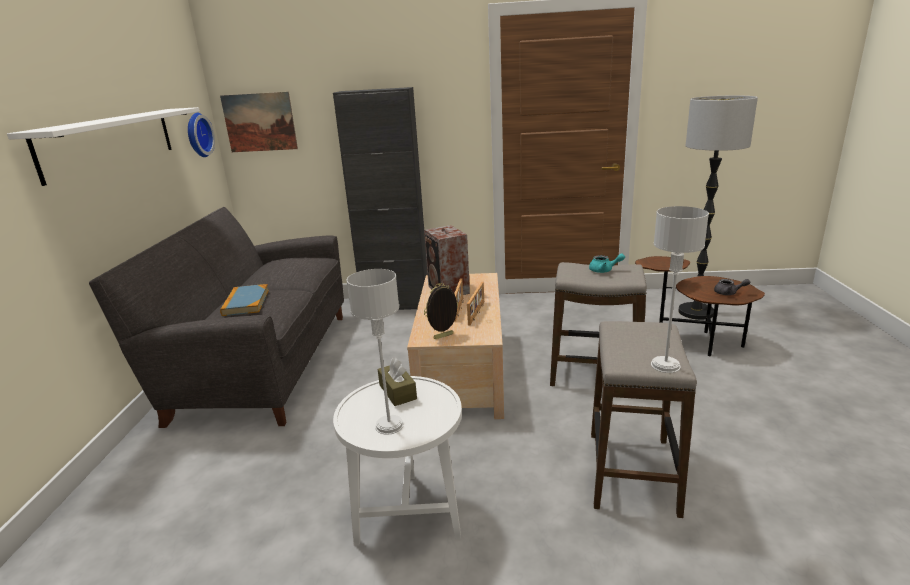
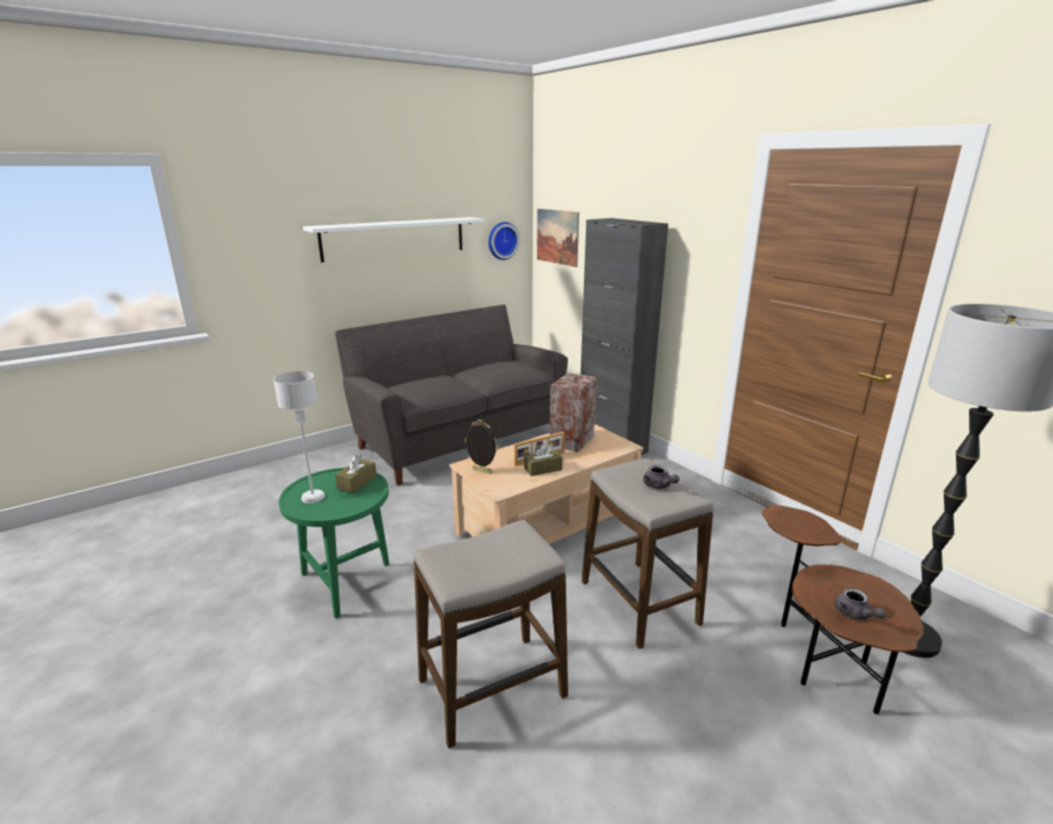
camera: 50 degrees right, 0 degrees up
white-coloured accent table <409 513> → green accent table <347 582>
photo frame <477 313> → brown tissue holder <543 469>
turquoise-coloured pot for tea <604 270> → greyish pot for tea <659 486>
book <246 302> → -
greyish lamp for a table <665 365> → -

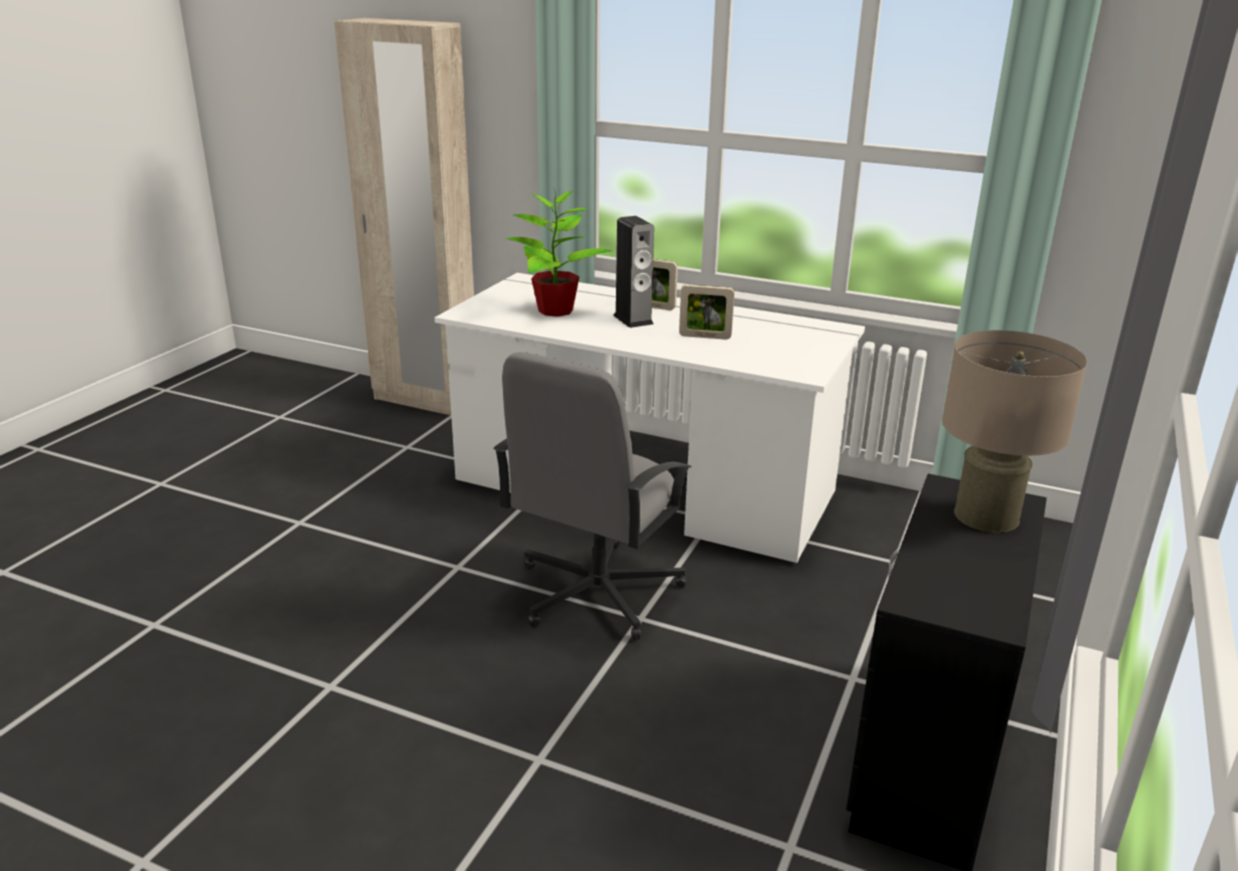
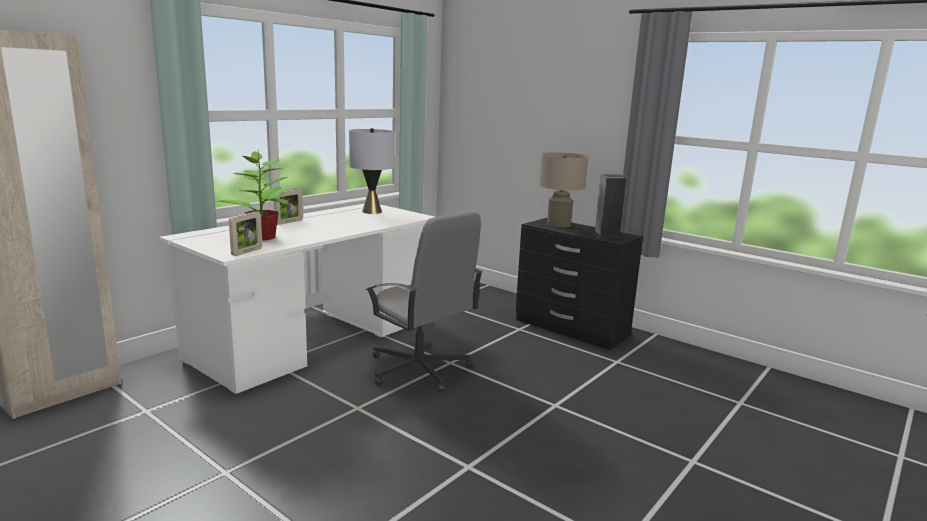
camera: 75 degrees left, 10 degrees down
photo frame <705 337> → photo frame <247 252>, moved
- → greyish lamp for a table <372 211>
loudspeaker <633 319> → loudspeaker <607 235>, moved

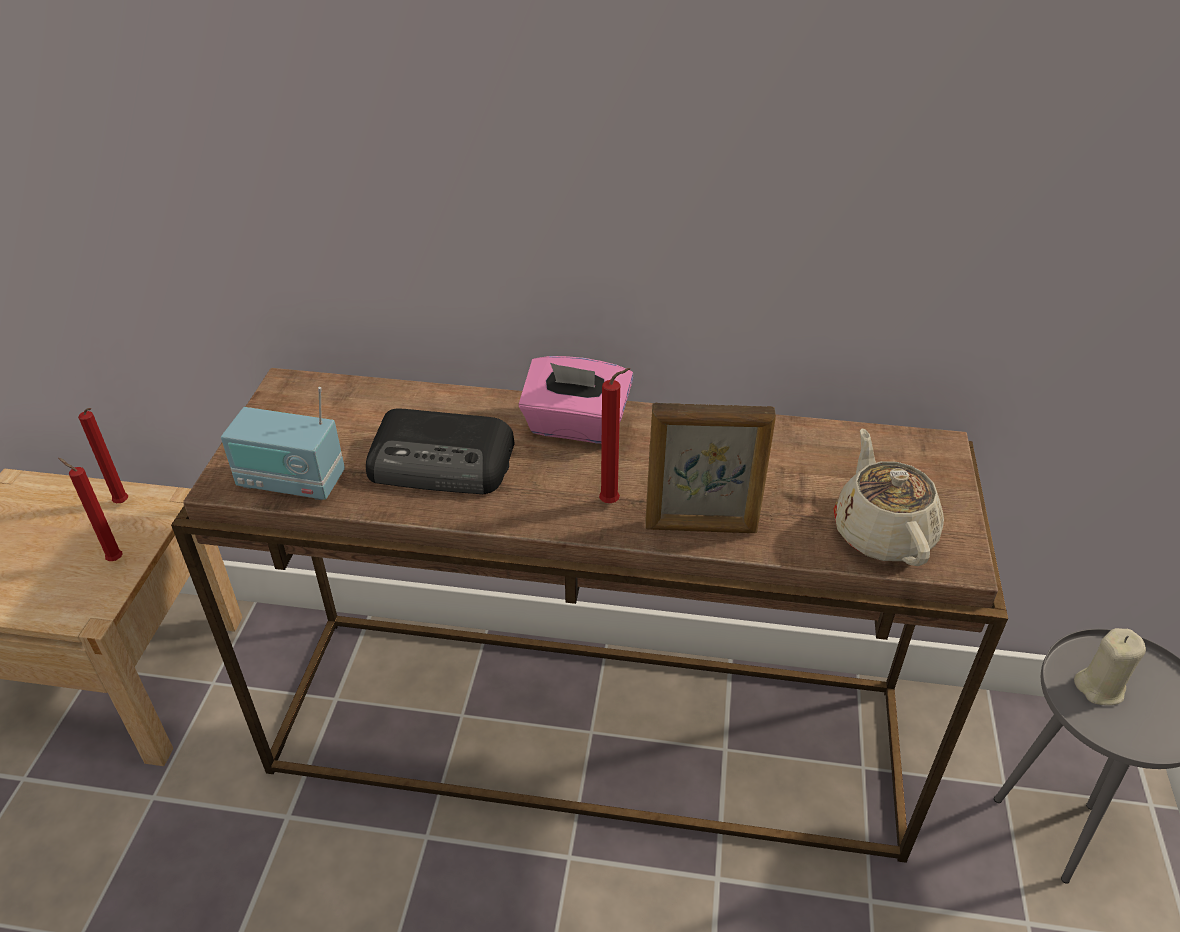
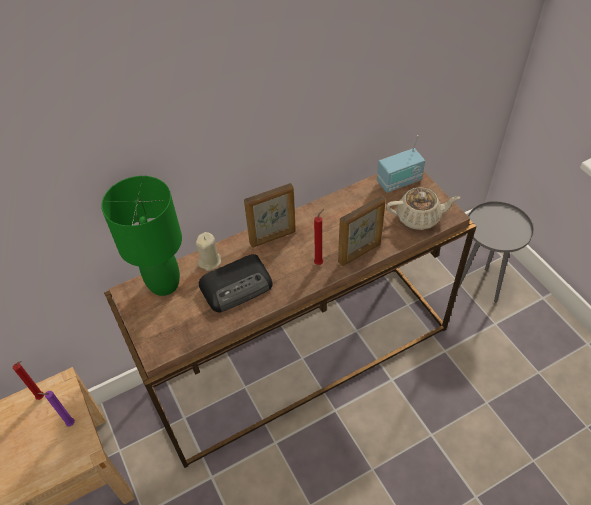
camera: 35 degrees left, 10 degrees up
red wax candle <113 559> → purplish wax candle <69 424>
- → green lamp for a table <164 284>
sand-coloured wax candle <1099 687> → sand-coloured wax candle <210 261>, moved
pinkish tissue holder <576 426> → photo frame <273 238>
radio <291 482> → radio <399 182>, moved
sand-coloured pot for tea <882 532> → sand-coloured pot for tea <419 218>, 135 degrees clockwise

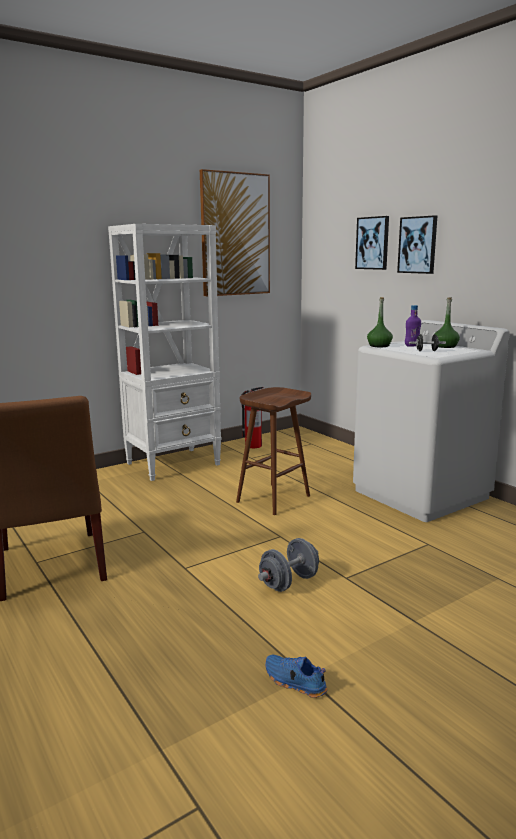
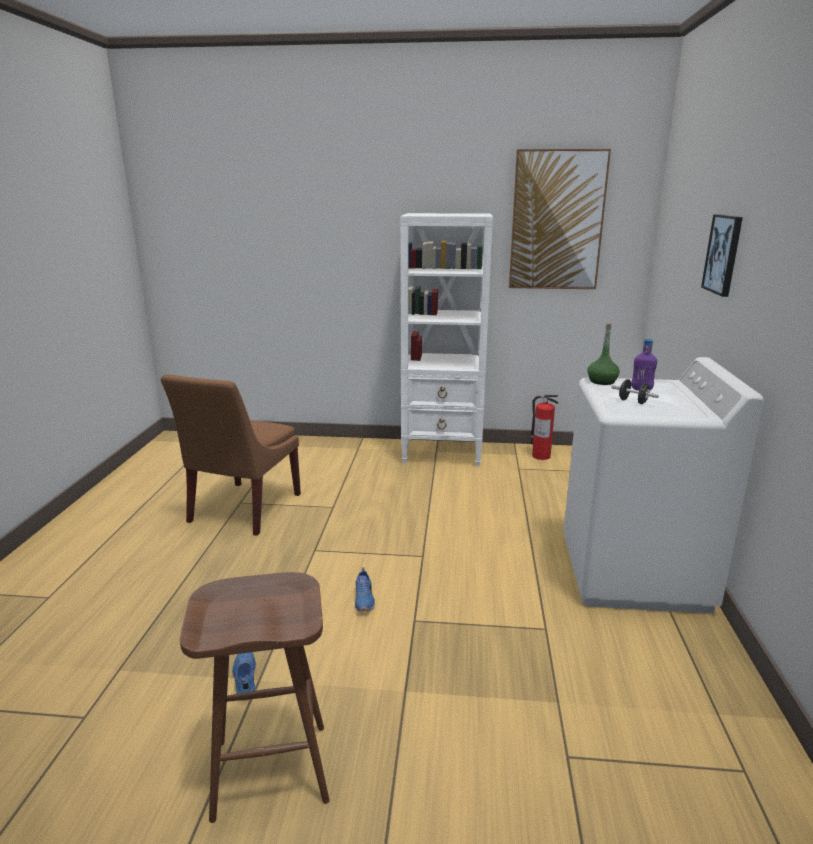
camera: 40 degrees right, 5 degrees up
brown stool seat <273 498> → brown stool seat <273 769>, moved
greyish free weight <289 582> → blue item of footwear <364 600>
wall art <373 243> → -
green beverage bottle <445 346> → -

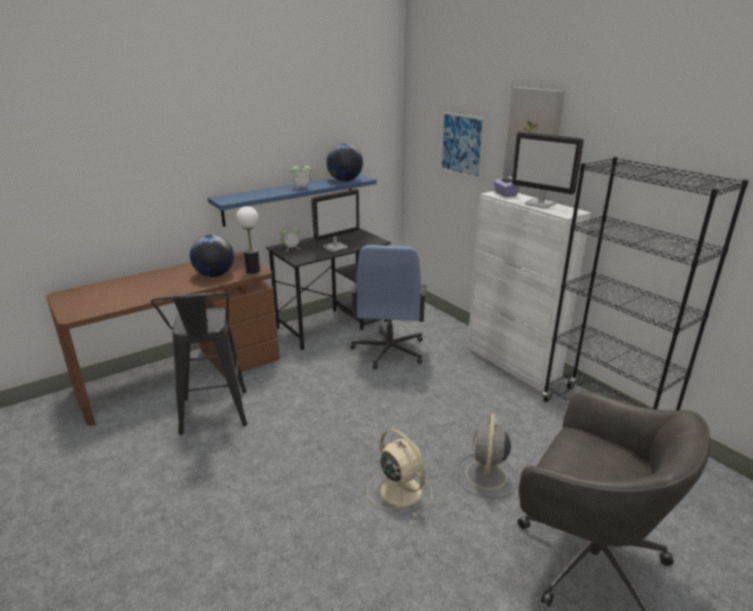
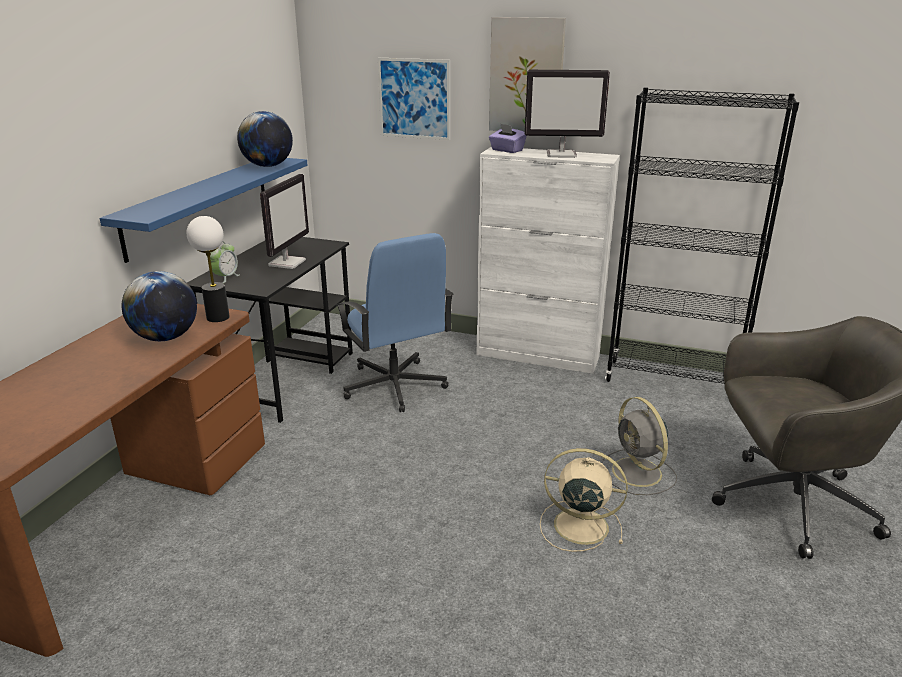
camera: 35 degrees left, 0 degrees up
black stool seat <213 417> → -
bedside clock <302 188> → -

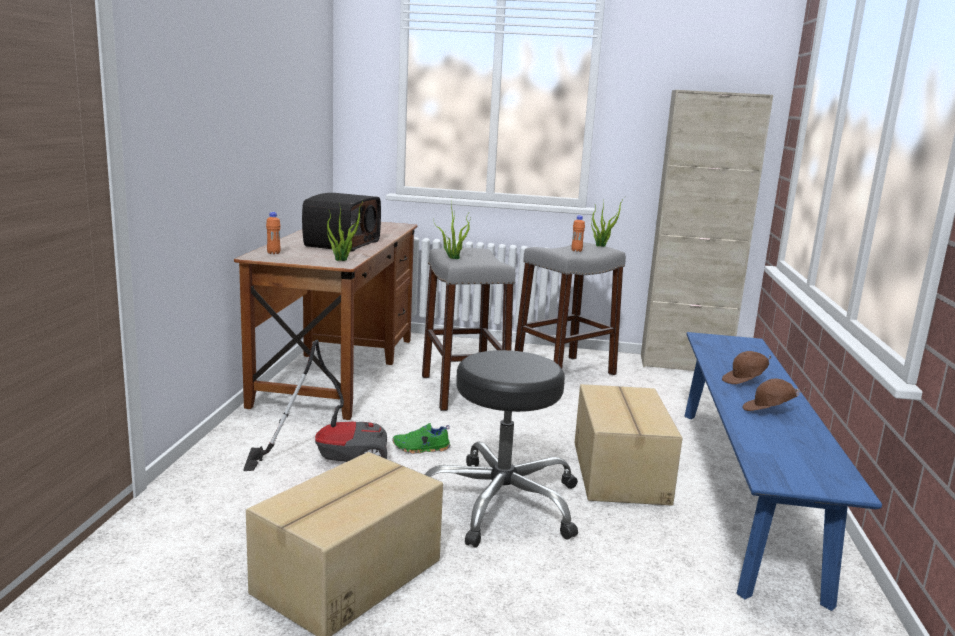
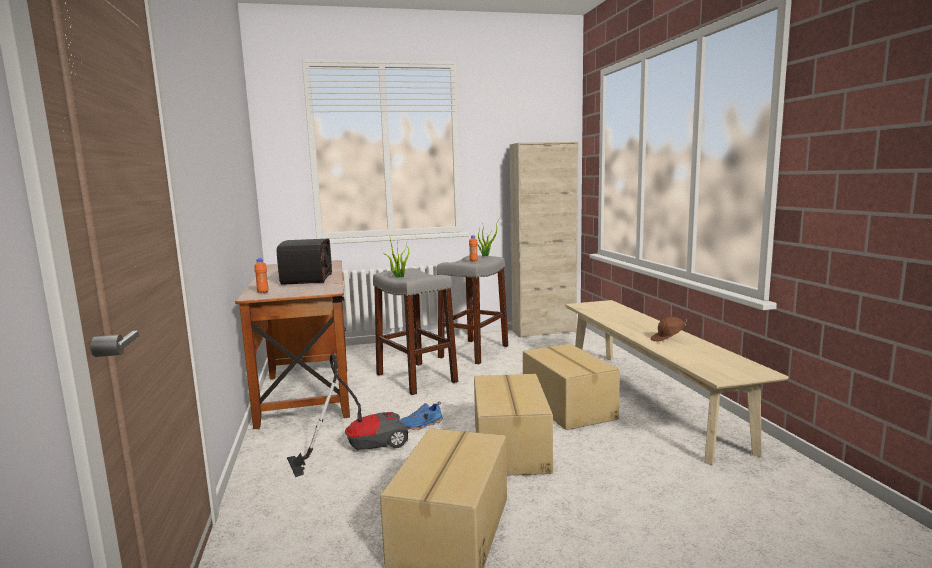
camera: 20 degrees left, 5 degrees down
green item of footwear <421 449> → blue item of footwear <422 425>
black stool seat <501 503> → carton <512 447>
blue indoor bench <743 490> → sand-coloured indoor bench <648 399>
houseplant <343 260> → -
brown peaked cap <745 381> → -

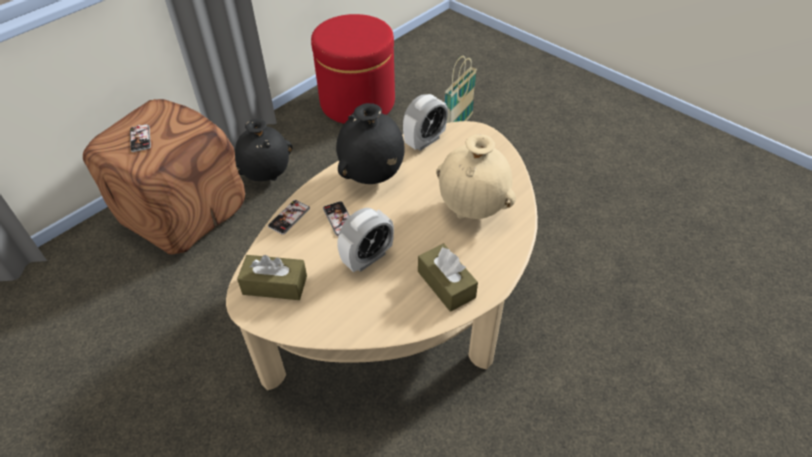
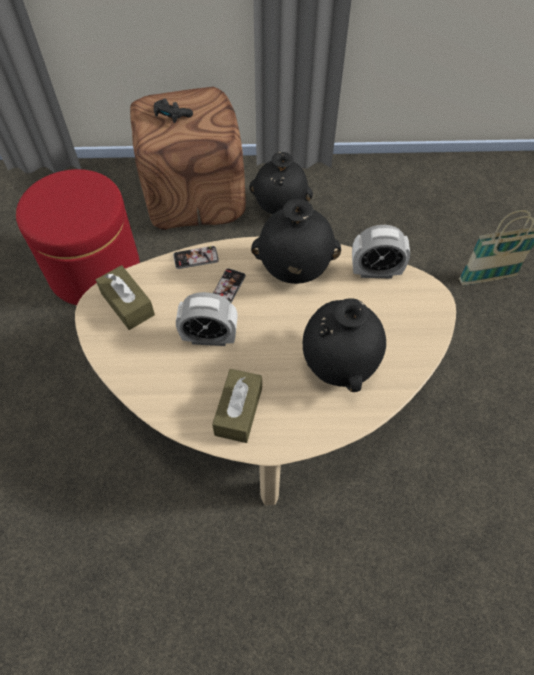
camera: 45 degrees right, 10 degrees up
red pouffe <357 102> → red pouffe <95 270>, moved
phone <140 138> → black gamepad <172 116>
sand-coloured decorative vase <473 209> → black decorative vase <339 366>

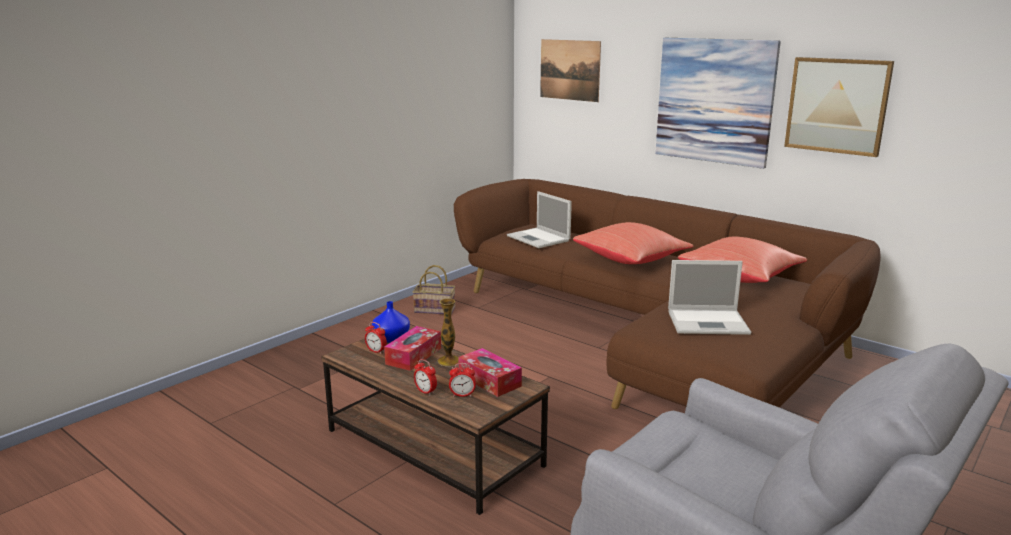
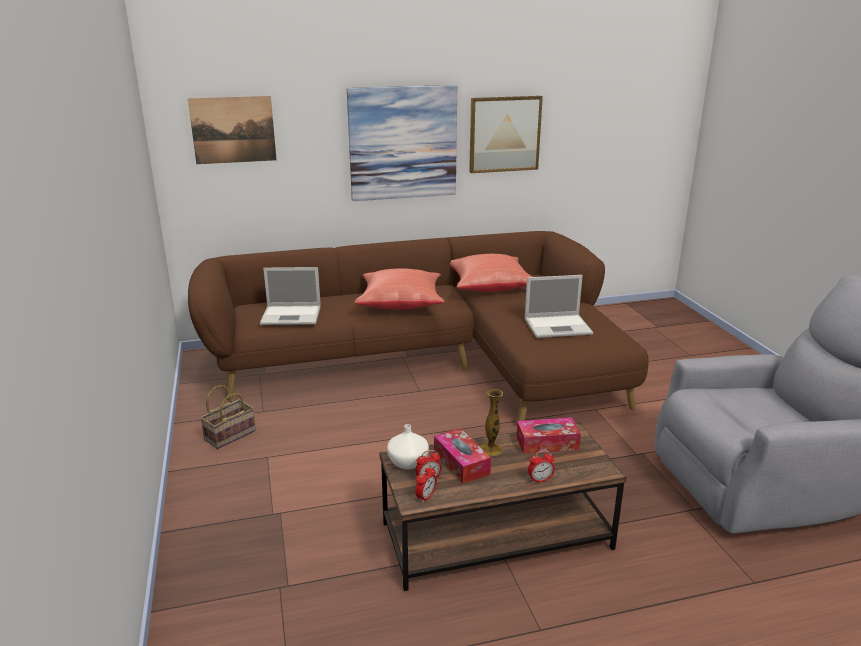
camera: 55 degrees left, 5 degrees up
blue decorative vase <391 338> → white-coloured decorative vase <407 462>
bedside clock <462 395> → bedside clock <426 497>, moved
laptop <709 322> → laptop <559 326>, 45 degrees clockwise

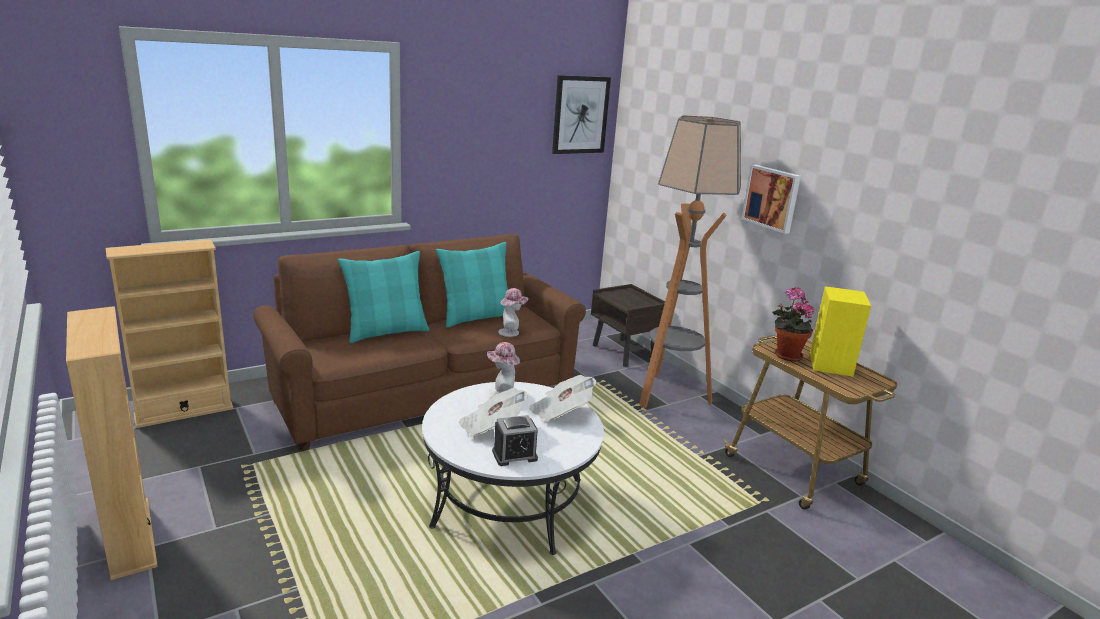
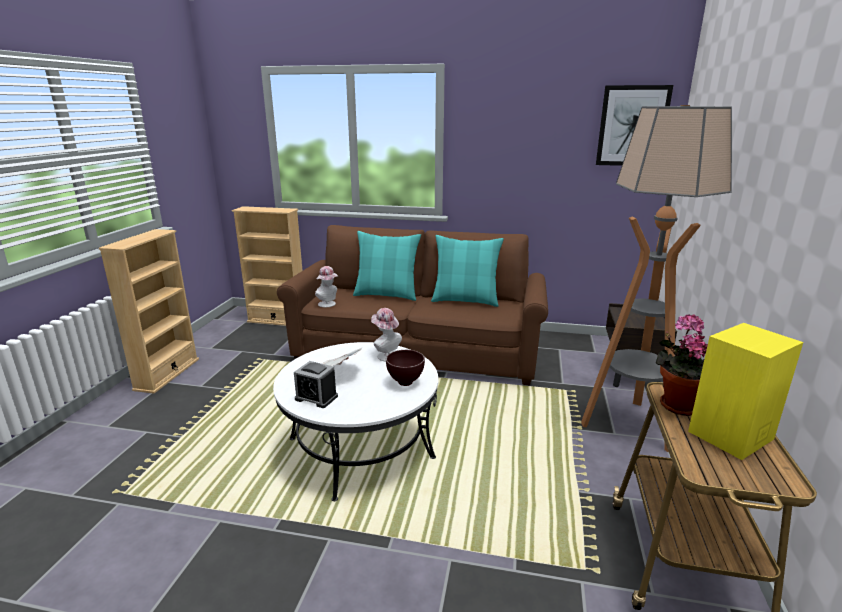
camera: 45 degrees right, 0 degrees up
wearable hat <511 332> → wearable hat <328 304>, moved
newspaper <561 412> → brown serving bowl <404 382>
wall art <772 198> → -

